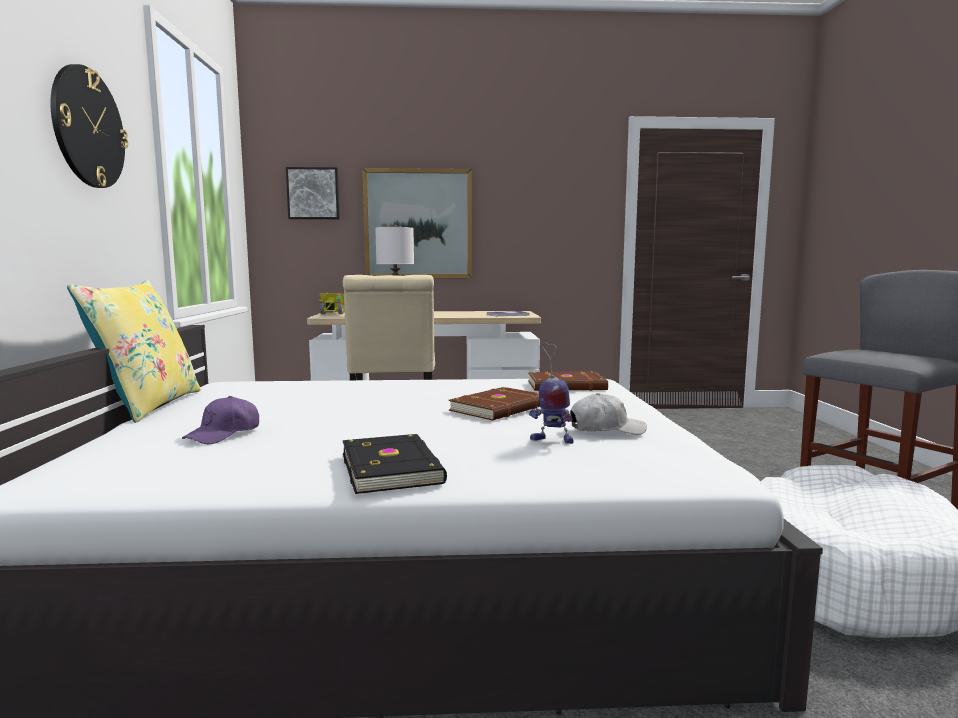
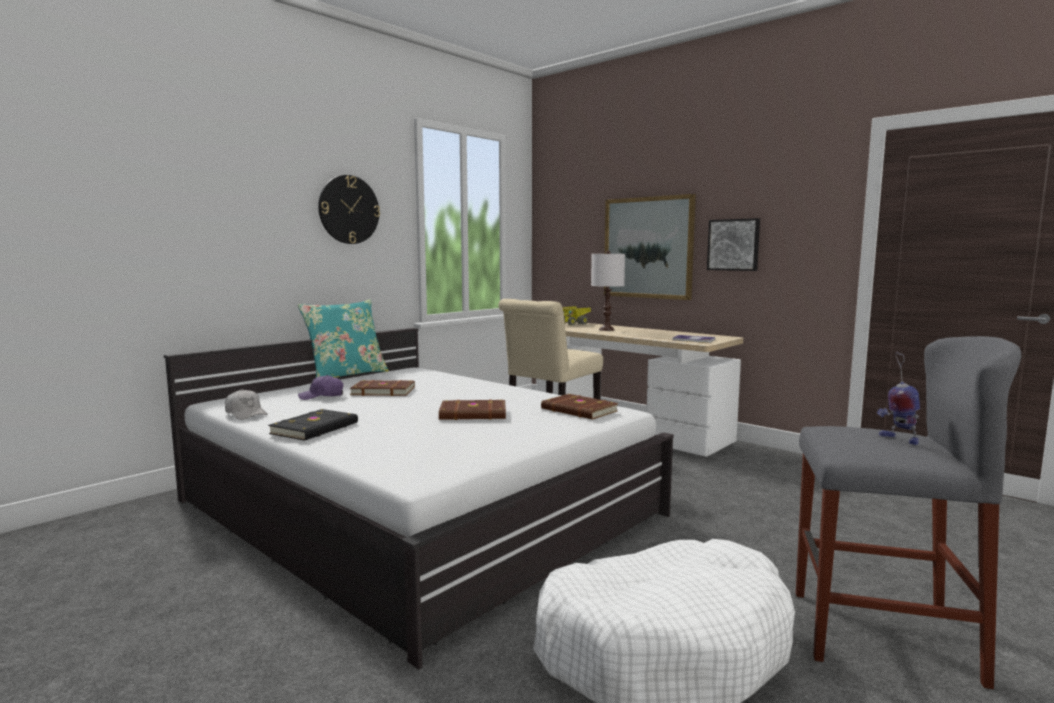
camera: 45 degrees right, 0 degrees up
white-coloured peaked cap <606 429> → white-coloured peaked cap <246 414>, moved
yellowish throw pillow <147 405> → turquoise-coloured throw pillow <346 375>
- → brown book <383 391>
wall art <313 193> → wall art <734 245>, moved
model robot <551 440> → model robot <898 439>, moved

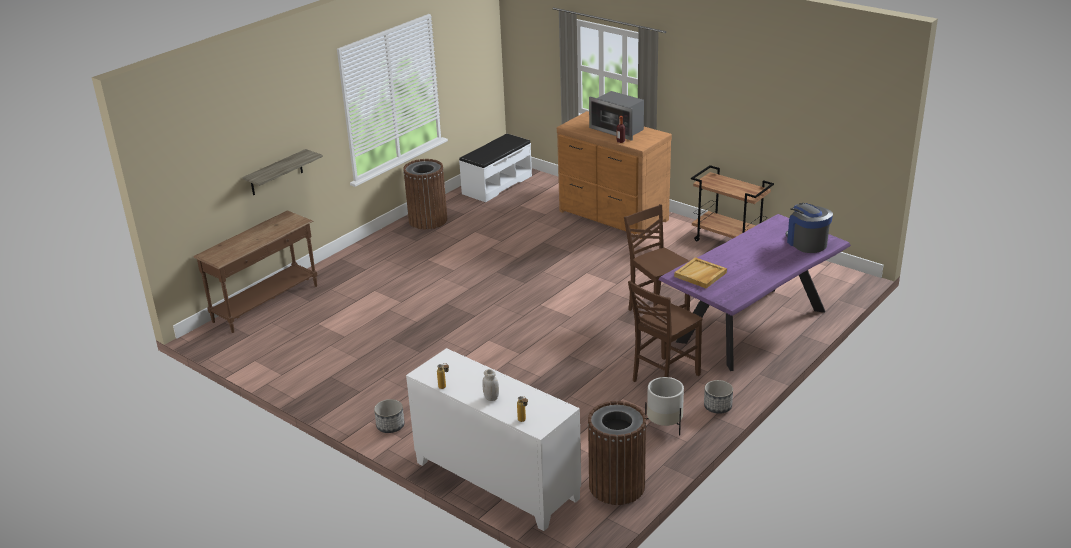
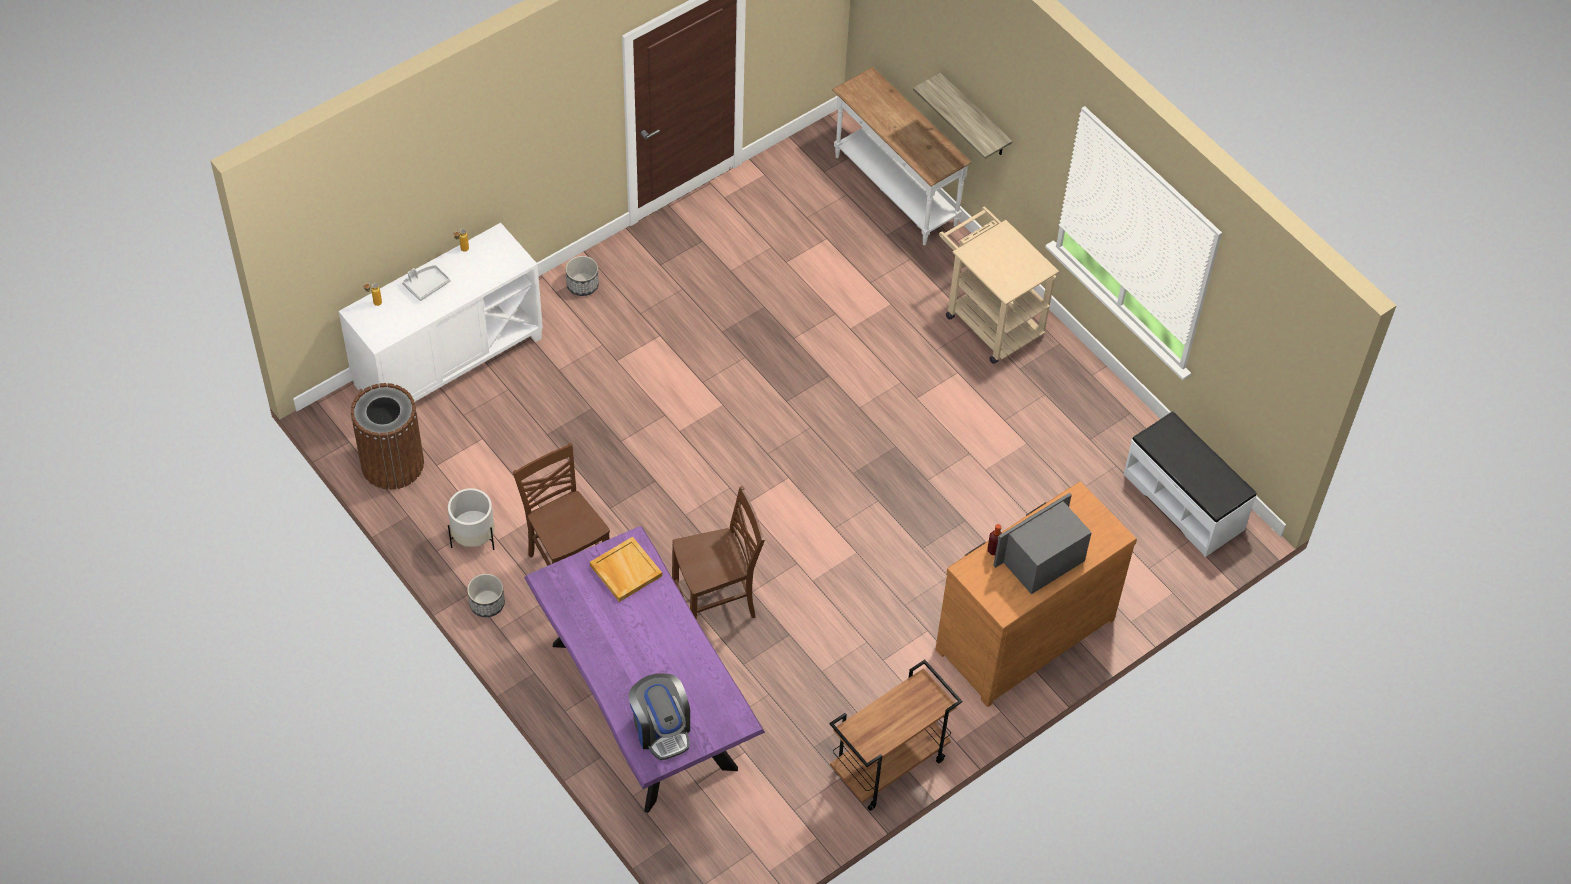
camera: 100 degrees right, 25 degrees up
white-coloured preserve jar <491 397> → greyish serving tray <426 285>
coffee machine <806 243> → coffee machine <661 728>, 75 degrees clockwise
brown console table <266 304> → white-coloured console table <894 191>
- → sand-coloured trolley <988 319>
brown rubbish bin <428 220> → -

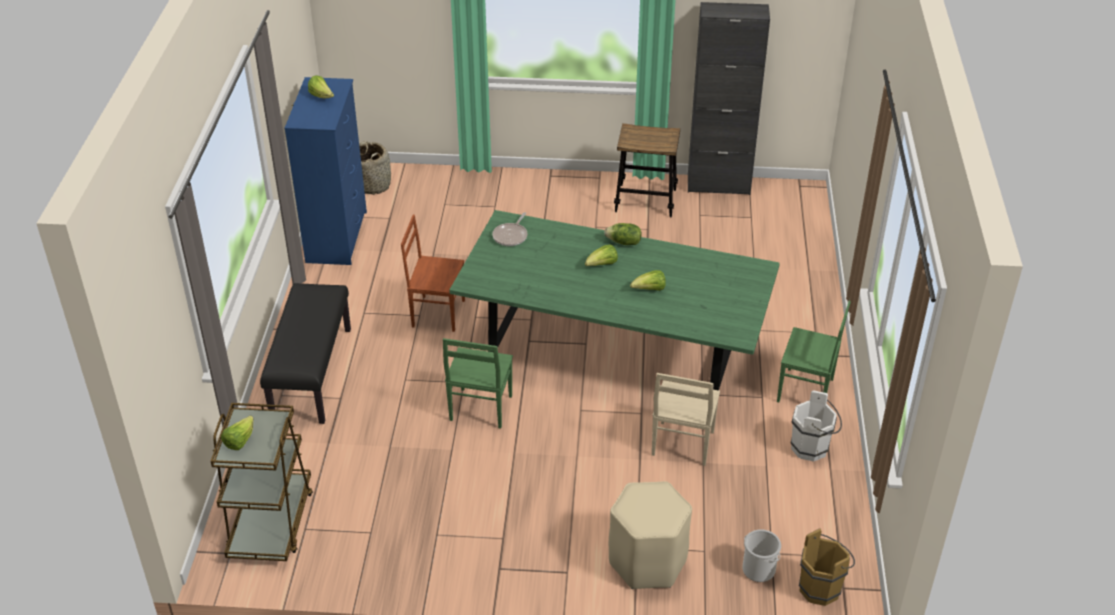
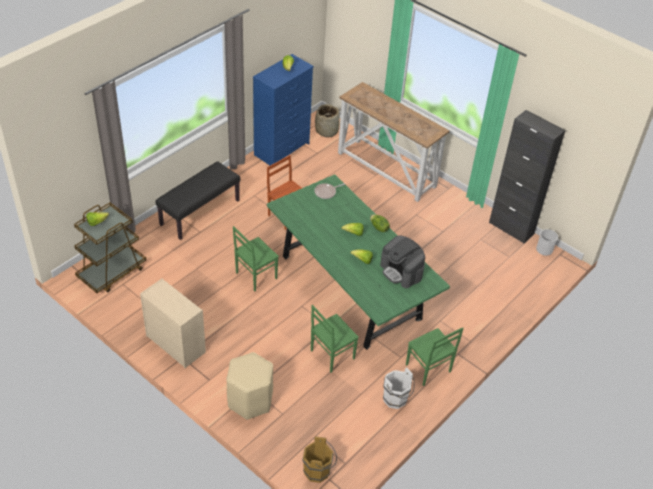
camera: 35 degrees right, 5 degrees up
- → sand-coloured chest of drawers <175 343>
sand-coloured chair <681 444> → green chair <331 354>
- → console table <387 170>
- → coffee machine <401 271>
pail <759 569> → pail <544 250>, moved
stool seat <645 200> → -

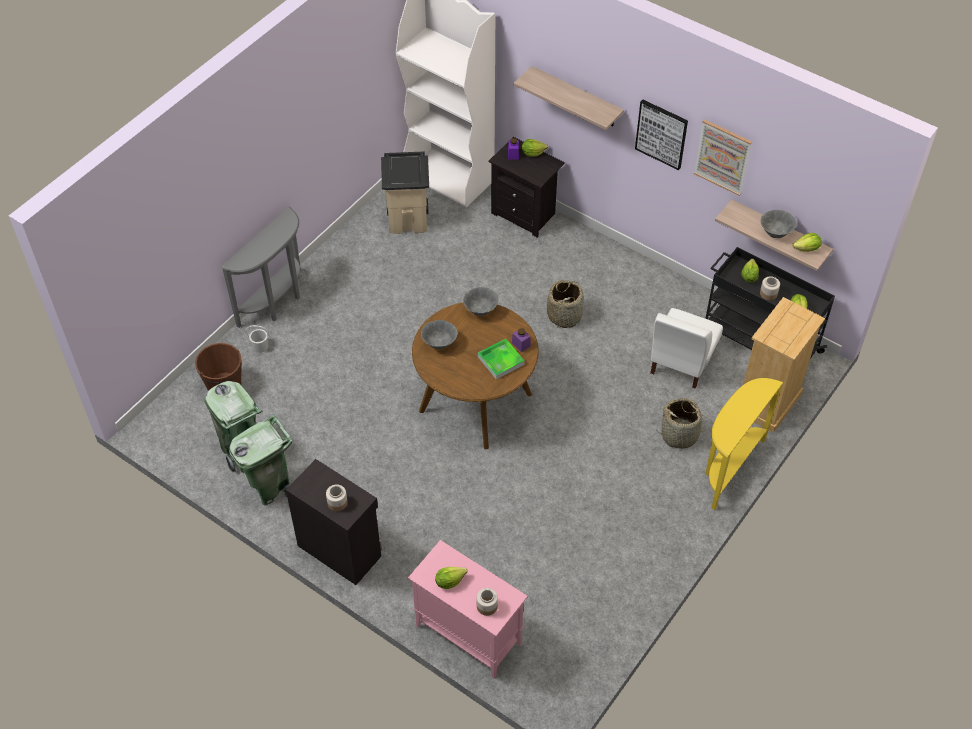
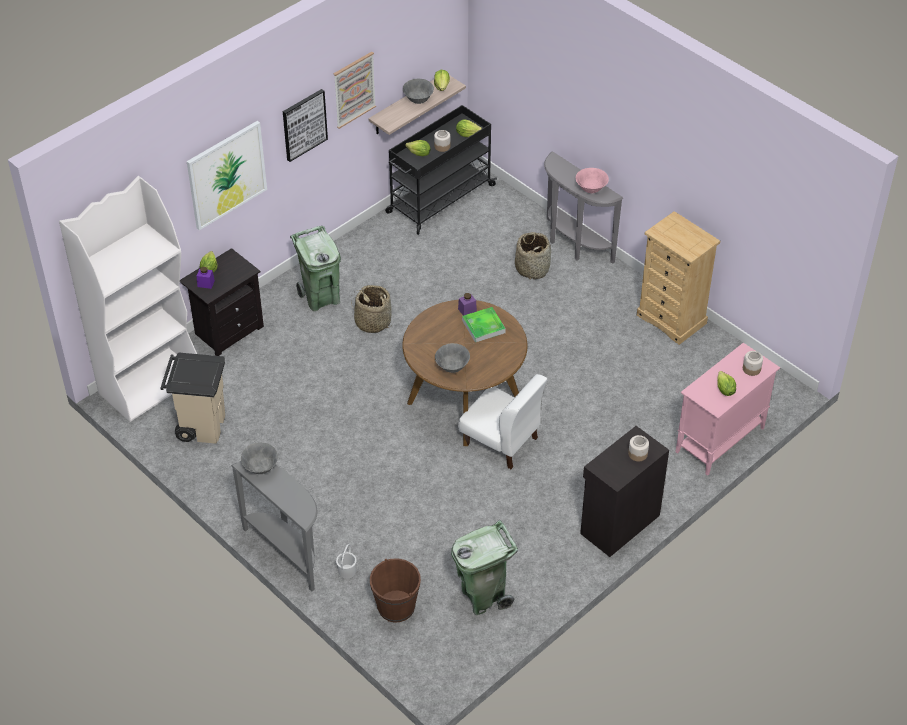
camera: 80 degrees left, 5 degrees down
bracket shelf <576 97> → wall art <226 174>
greyish serving bowl <480 310> → greyish serving bowl <261 468>, moved
green rubbish bin <270 486> → green rubbish bin <321 298>, moved
white-coloured chair <681 362> → white-coloured chair <501 441>, moved
yellowish console table <728 468> → greyish console table <573 245>
- → pinkish serving bowl <591 189>
sand-coloured chest of drawers <768 403> → sand-coloured chest of drawers <672 319>, moved

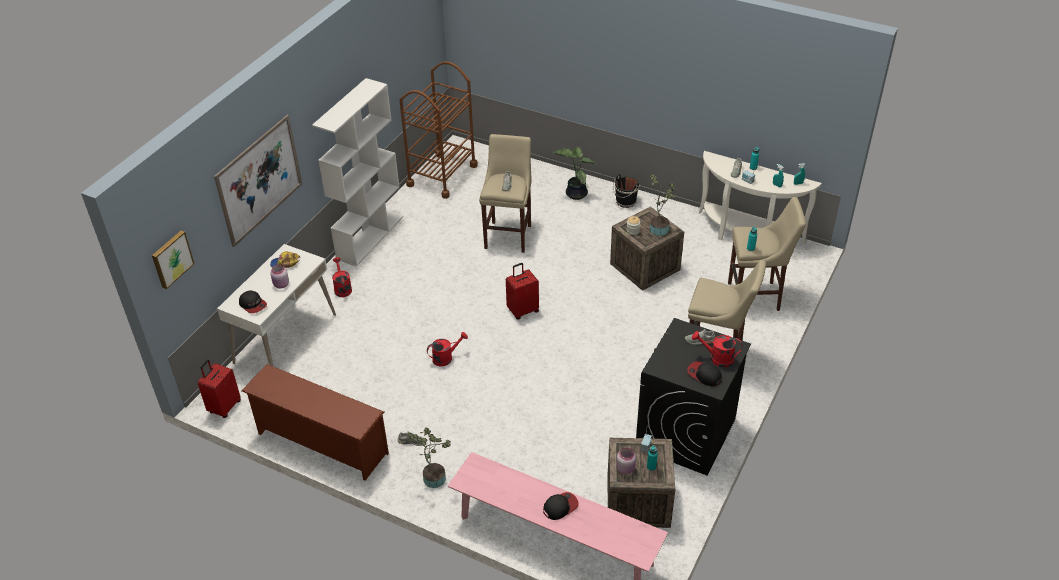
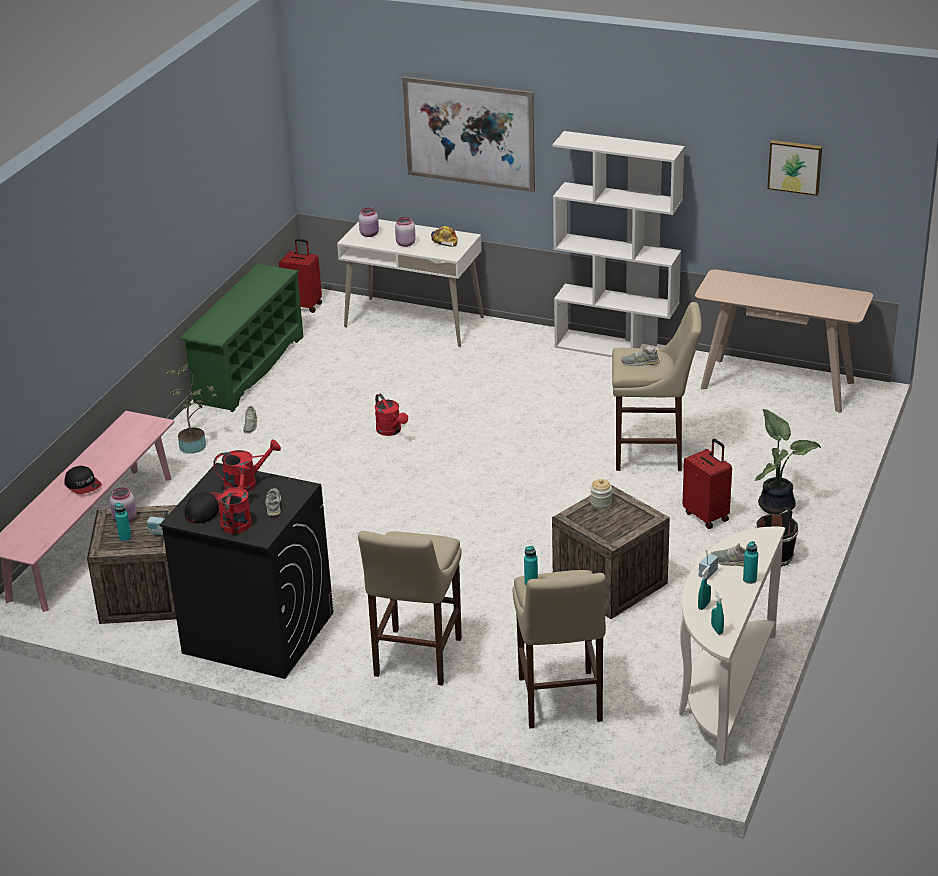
camera: 85 degrees right, 10 degrees down
brown shoe rack <321 444> → green shoe rack <248 369>
red watering pot <342 288> → red watering pot <246 483>, moved
peaked cap <253 304> → pinkish preserve jar <370 234>
red travel case <522 310> → red travel case <707 516>, moved
brown trolley <442 175> → sand-coloured console table <777 385>
wall art <171 258> → wall art <795 166>, moved
houseplant <660 228> → -

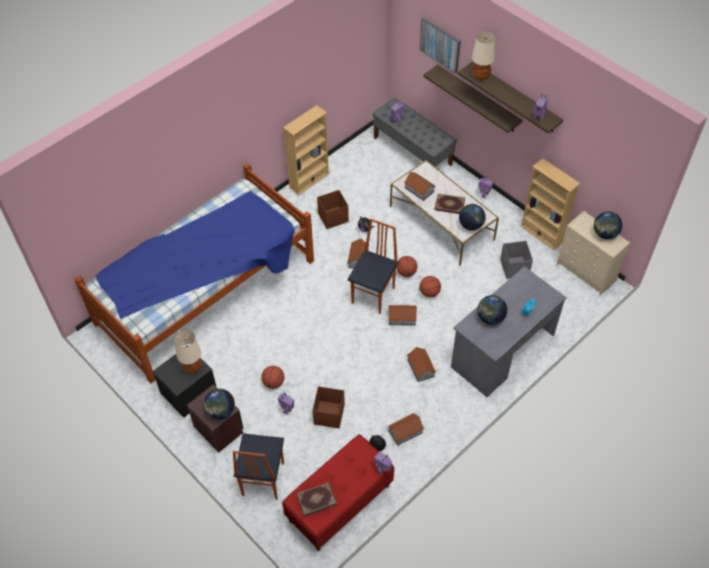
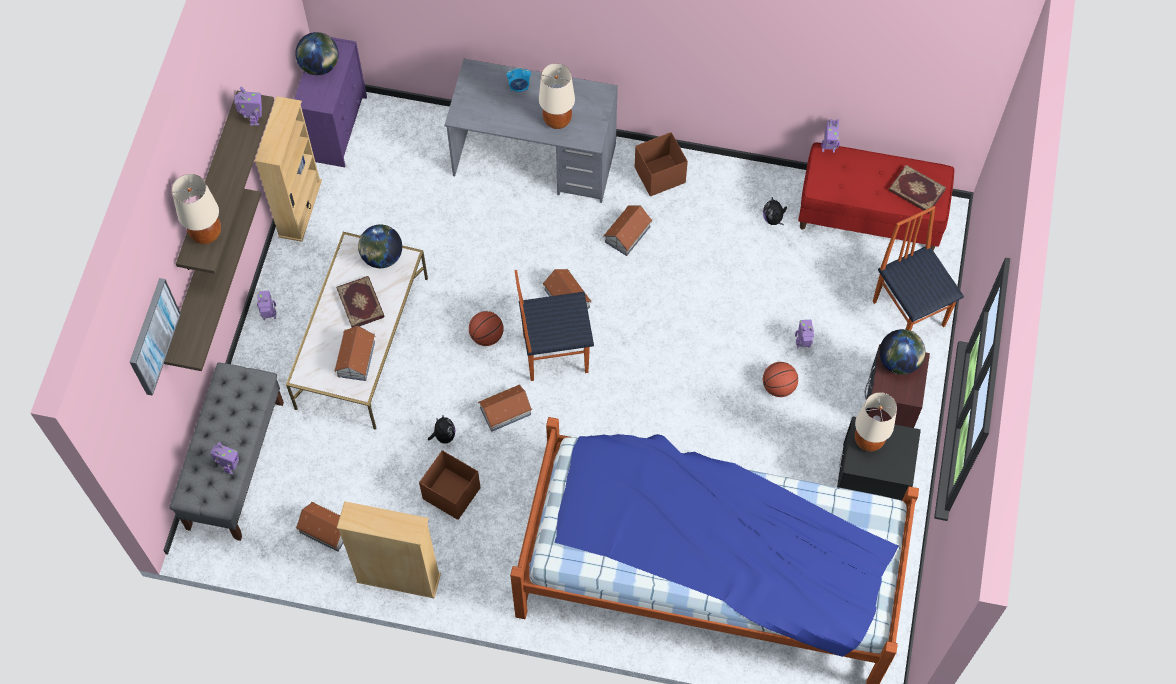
camera: 125 degrees left, 10 degrees up
sand-coloured chest of drawers <586 273> → purplish chest of drawers <336 127>
toy house <405 431> → toy house <326 530>, moved
world globe <490 318> → sand-coloured lamp for a table <557 120>
brown storage box <329 414> → brown storage box <659 175>, moved
chair <262 479> → chair <909 312>, 90 degrees counterclockwise
ball for basketball <429 292> → -
greyish storage box <514 268> → -

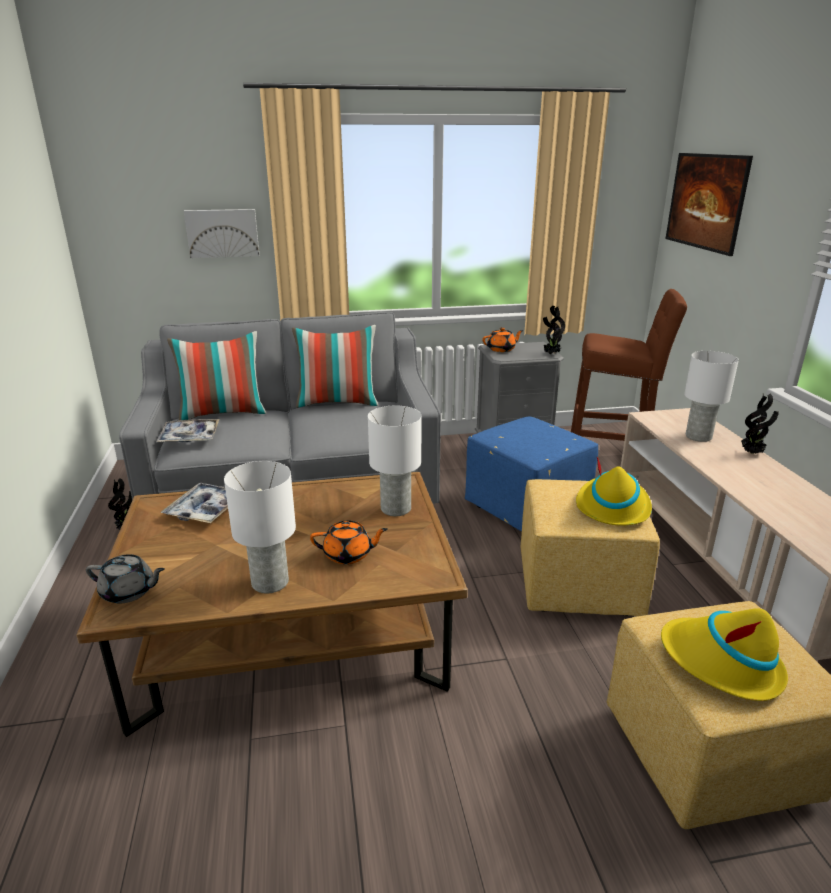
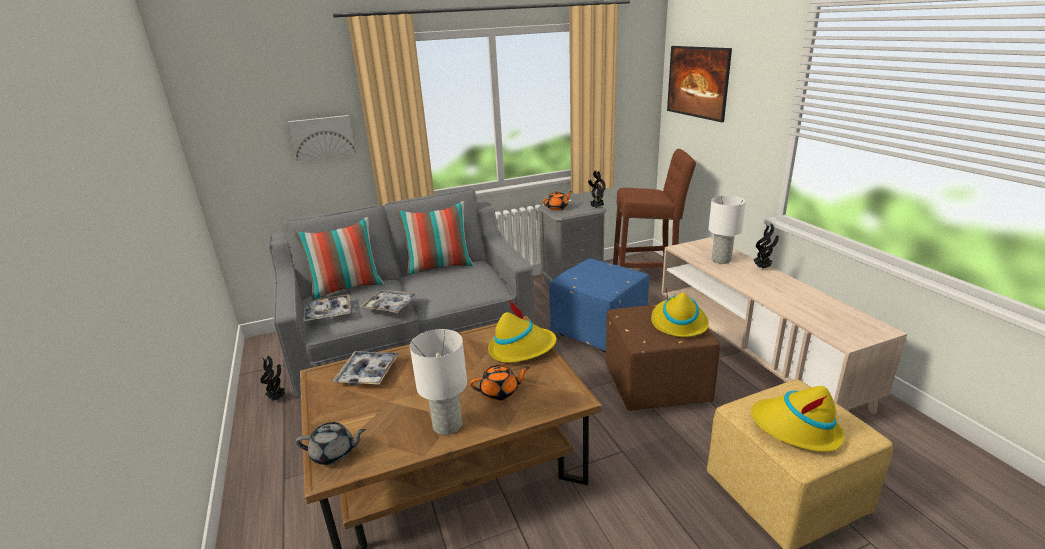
camera: 10 degrees left, 0 degrees up
- → serving tray <390 306>
white-coloured lamp for a table <396 508> → yellowish wearable hat <522 348>
yellowish pouffe <578 584> → brown pouffe <656 384>

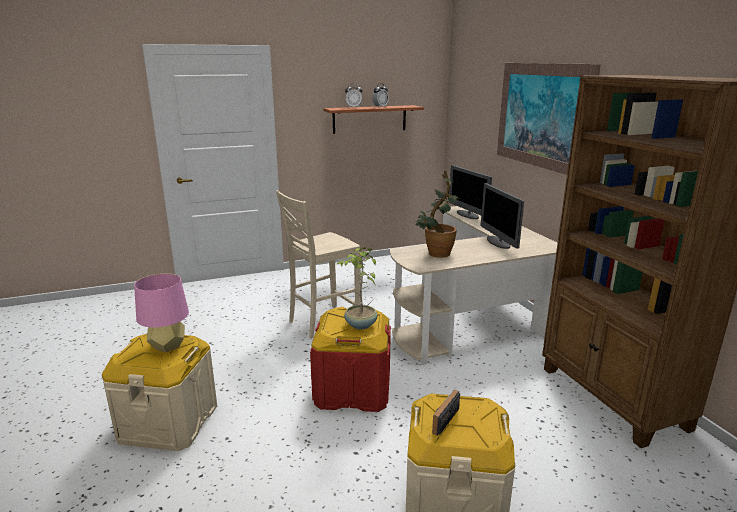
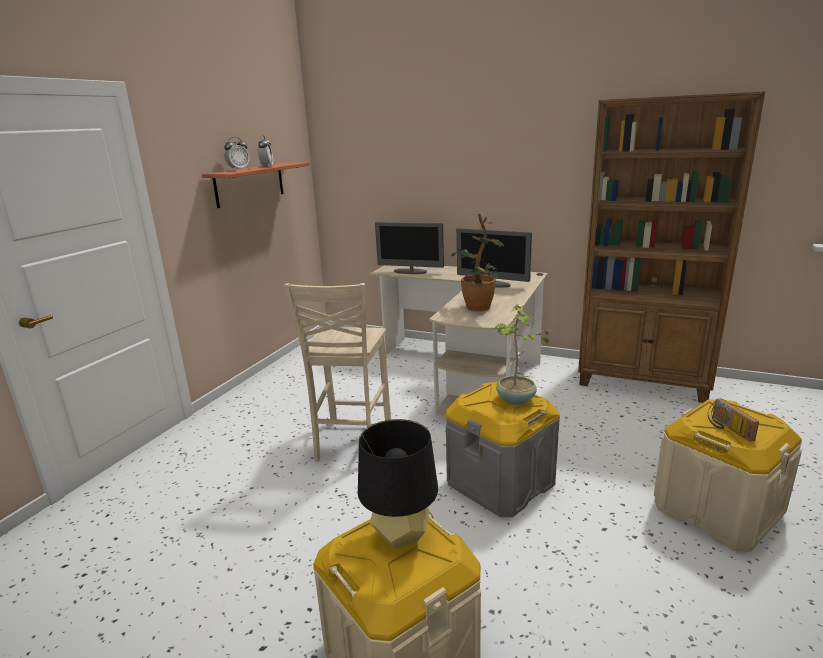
camera: 45 degrees left, 0 degrees up
pinkish lamp for a table <167 346> → black lamp for a table <400 536>
red storage box <353 390> → greyish storage box <500 482>
wall art <542 116> → -

